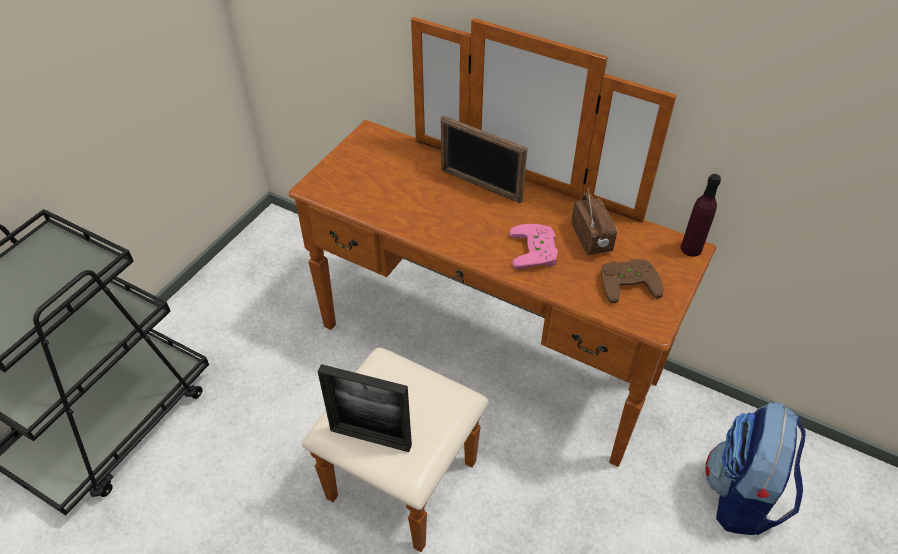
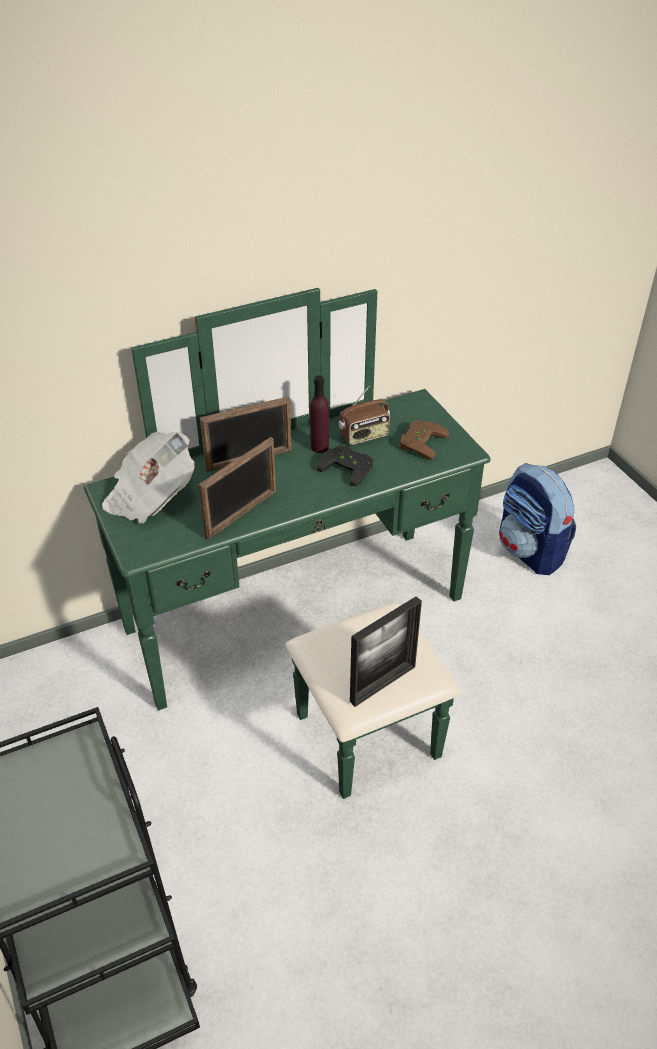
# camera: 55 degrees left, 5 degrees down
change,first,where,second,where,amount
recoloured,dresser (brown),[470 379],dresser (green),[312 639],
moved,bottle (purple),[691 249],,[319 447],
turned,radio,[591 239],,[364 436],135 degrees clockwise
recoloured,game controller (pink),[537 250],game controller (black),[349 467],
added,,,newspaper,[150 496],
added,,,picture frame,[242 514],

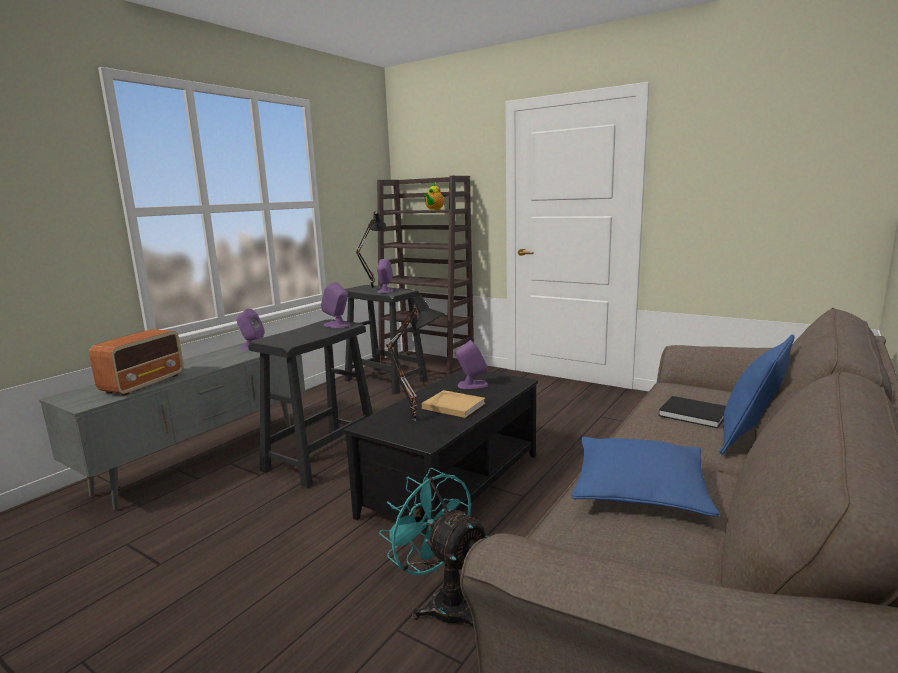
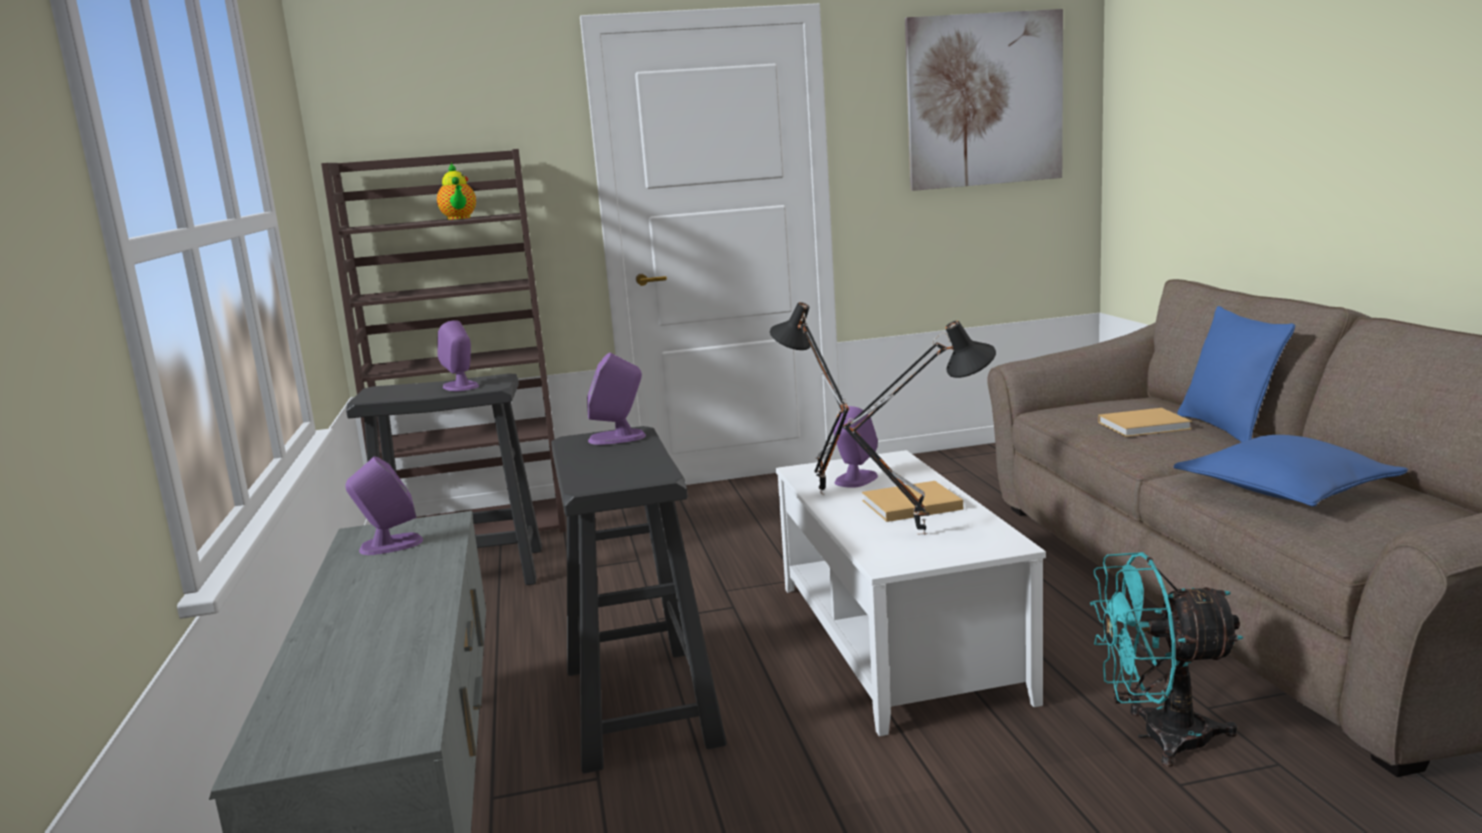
# camera: 45 degrees left, 0 degrees up
change,first,where,second,where,amount
moved,table lamp (black),[371 289],,[818 494],
removed,radio,[144 383],,,
recoloured,coffee table (black),[454 485],coffee table (white),[900 640],
recoloured,book (black),[695 414],book (beige),[1146 425],
added,,,picture,[984 100],

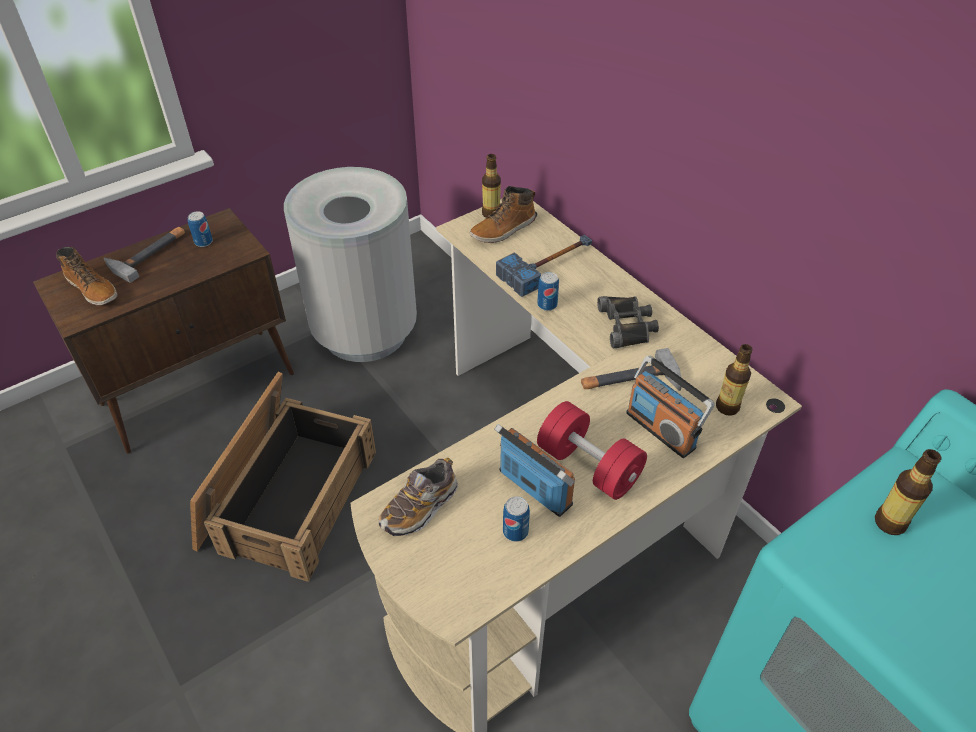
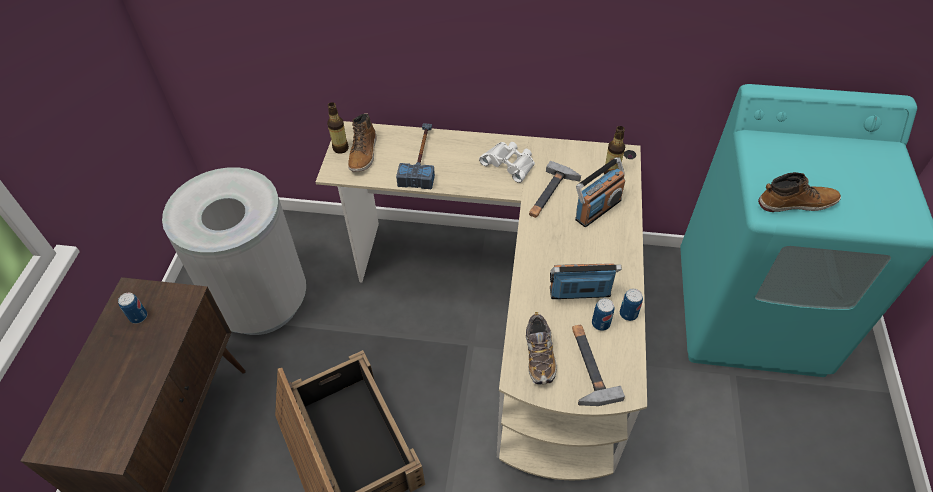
# camera: 45 degrees left, 5 degrees up
change,first,where,second,where,amount
moved,hammer,[149 253],,[587 366],
moved,boot,[93 289],,[796 202],
moved,can,[547 305],,[628 314],
recoloured,binoculars (black),[627 325],binoculars (white),[509 163],
turned,radio,[661 429],,[597 209],45 degrees counterclockwise
removed,dumbbell (red),[588 466],,,
removed,bottle,[889 523],,,

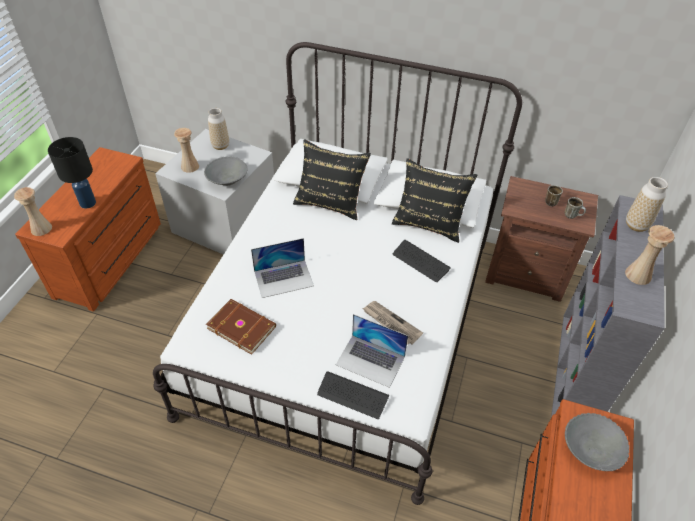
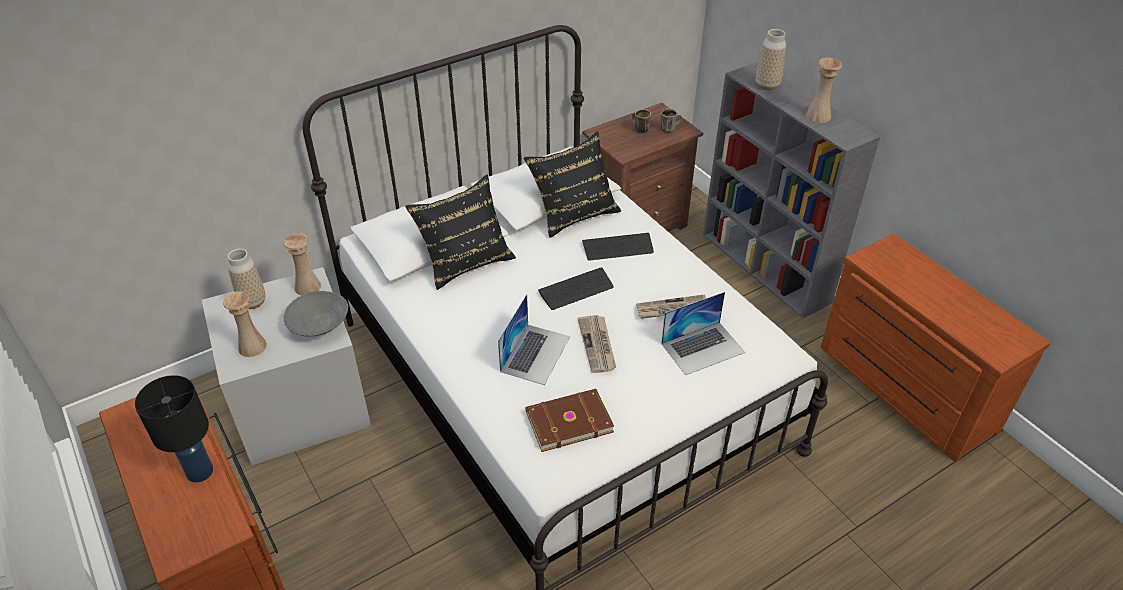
# camera: 50 degrees left, 5 degrees down
change,first,where,second,where,amount
moved,vase (beige),[41 228],,[307 287],
moved,keyboard,[352 396],,[576 290],
removed,bowl (grey),[591 449],,,
added,,,newspaper,[597 345],

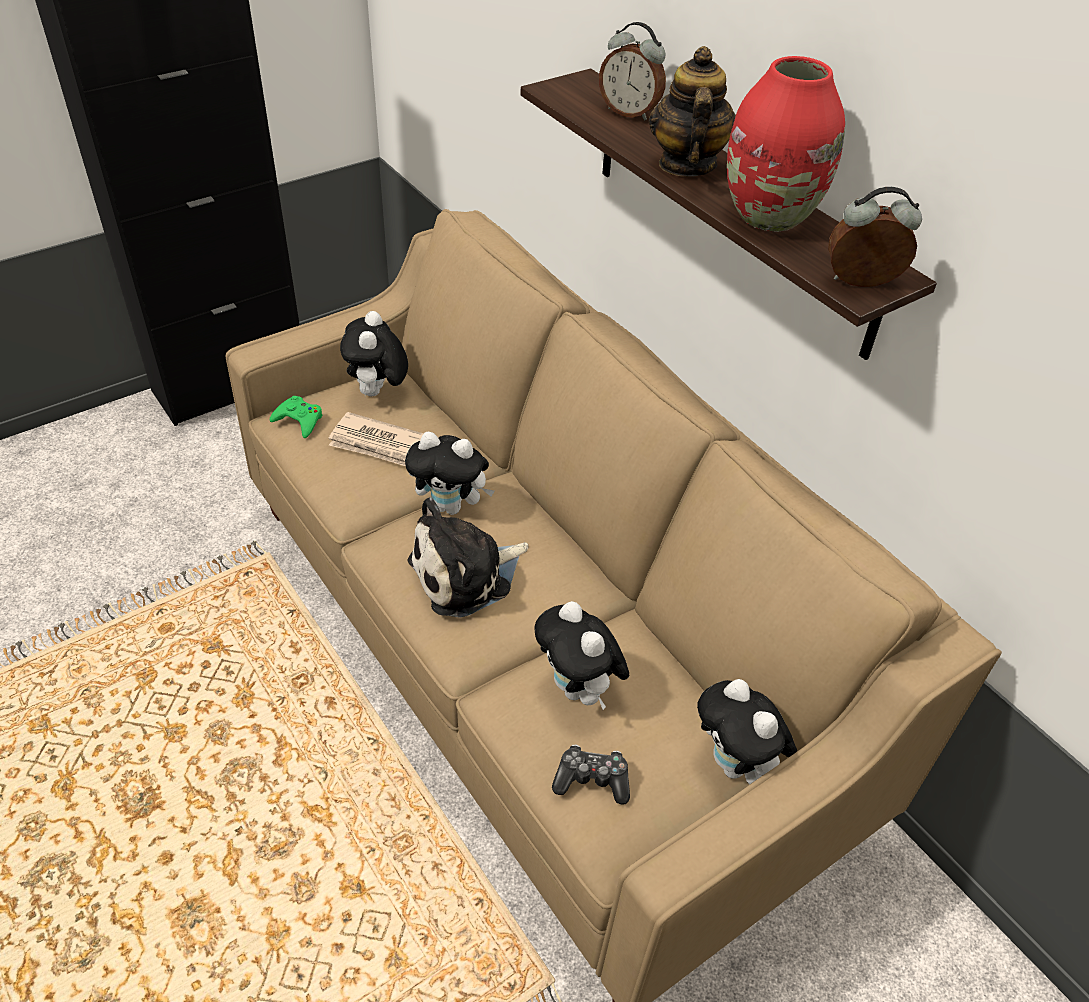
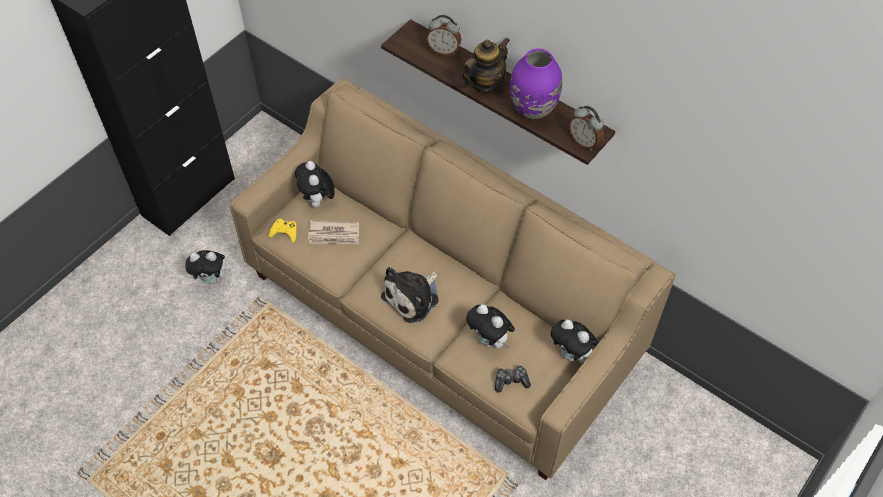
# camera: 15 degrees left, 10 degrees up
change,first,where,second,where,amount
turned,teapot,[686 164],,[484 83],60 degrees clockwise
recoloured,vase (red),[769 217],vase (purple),[533 109],
turned,alarm clock,[861 284],,[584 142],120 degrees counterclockwise
recoloured,game controller (green),[299 420],game controller (yellow),[284 232],
moved,plush toy,[451 506],,[212 278],

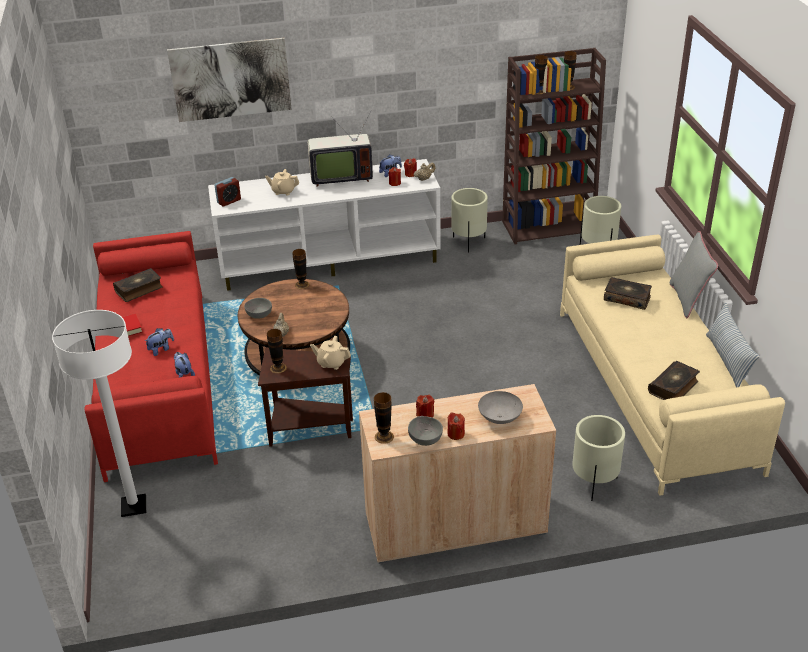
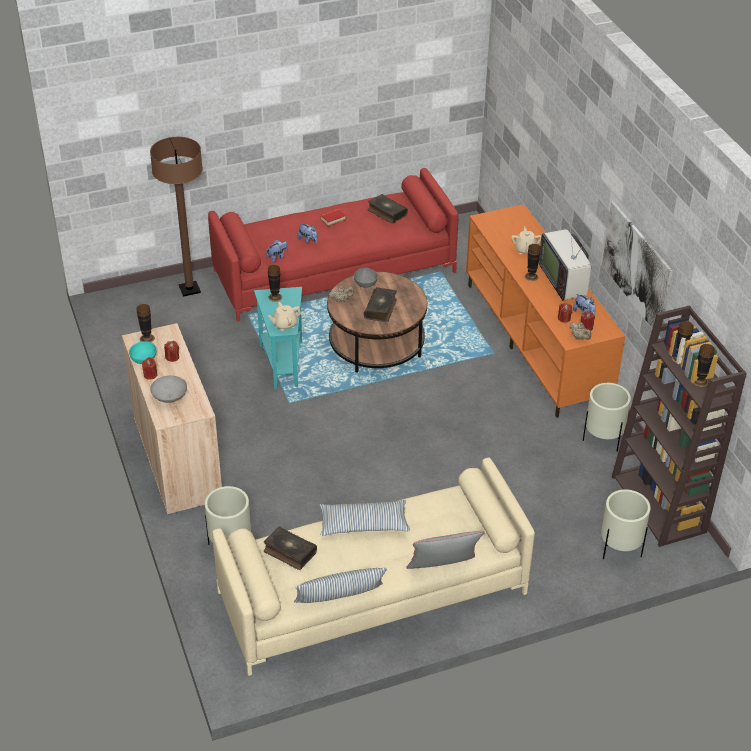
# camera: 80 degrees right, 5 degrees up
change,first,where,second,where,amount
moved,picture,[230 79],,[636 267],
recoloured,tv stand (white),[329 261],tv stand (orange),[536 342],
removed,alarm clock,[229 201],,,
moved,vase,[302 284],,[531 276],
moved,book,[627 298],,[381 309],
recoloured,floor lamp (white),[134 506],floor lamp (brown),[189 289],
turned,teapot (beige),[331 363],,[285 324],120 degrees counterclockwise
recoloured,side table (brown),[307 429],side table (turquoise),[283 362],
recoloured,bowl (grey),[425 439],bowl (turquoise),[144 359],
added,,,pillow,[364 524],

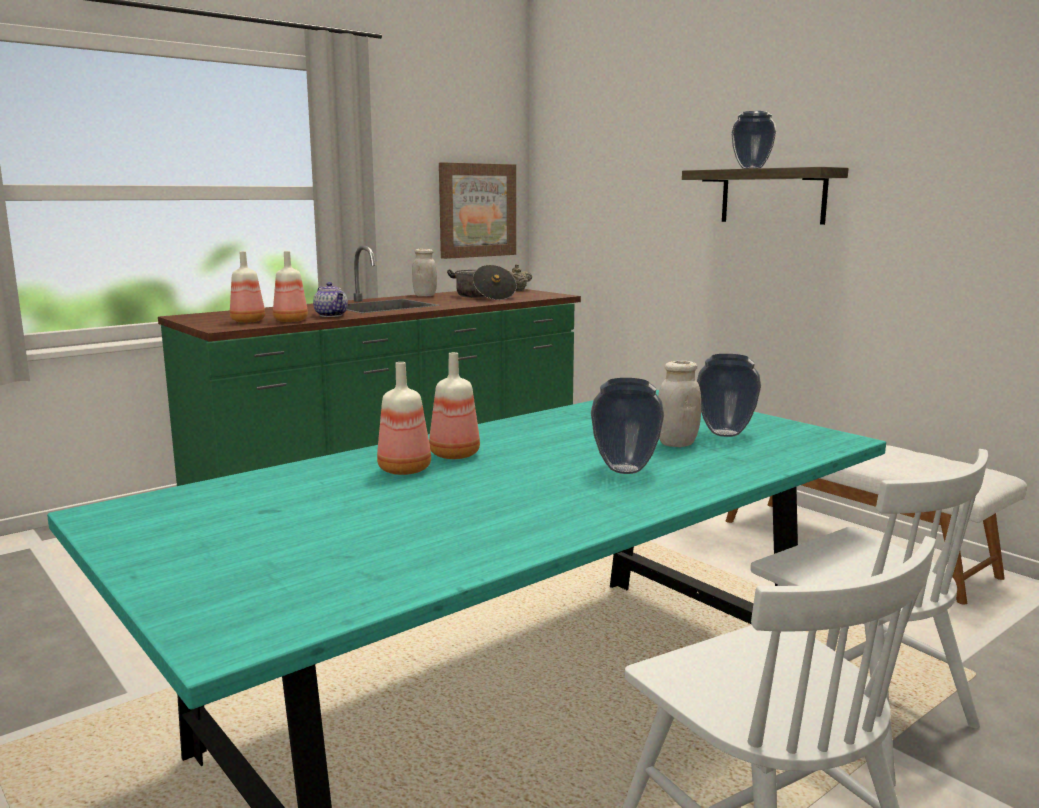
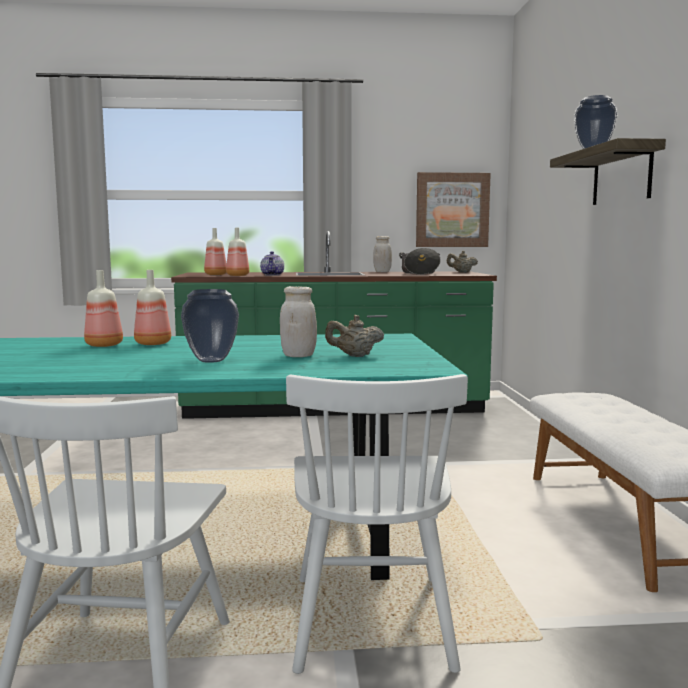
# camera: 35 degrees right, 5 degrees down
change,first,where,second,where,amount
replaced,vase,[725 434],teapot (beige),[354 356],

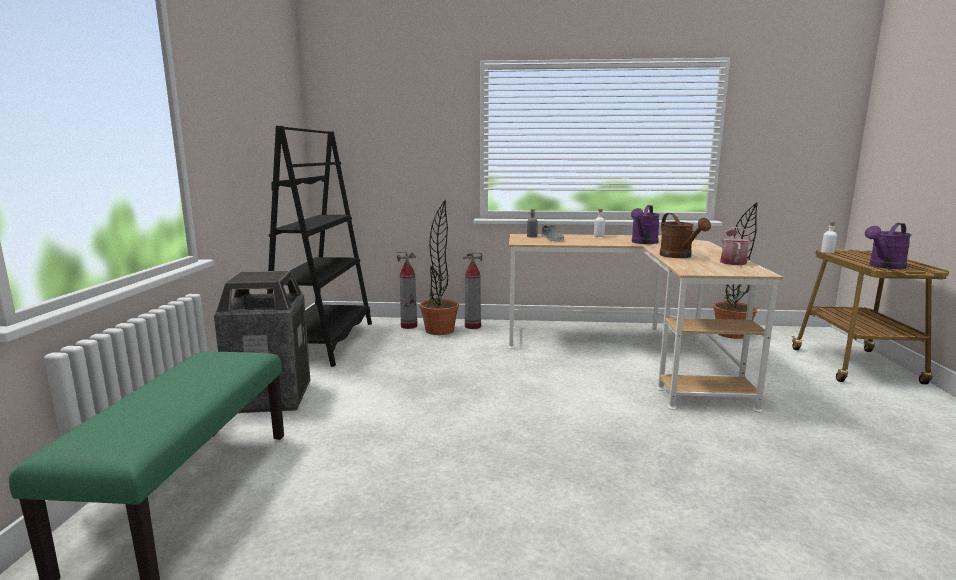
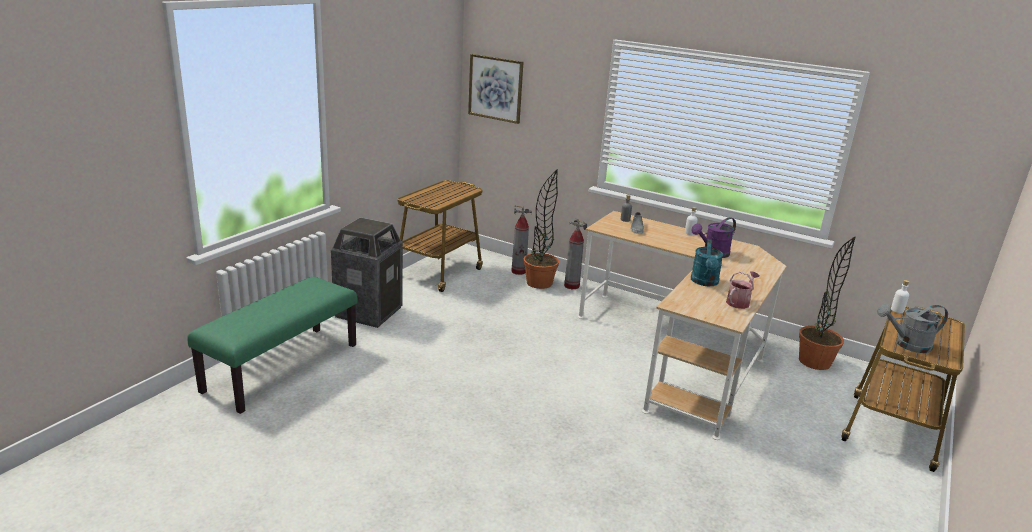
# camera: 25 degrees right, 10 degrees up
change,first,where,second,where,amount
replaced,bookcase (black),[323 343],cart,[439 271],
recoloured,watering can (brown),[679 256],watering can (turquoise),[705 282],
recoloured,watering can (purple),[884 266],watering can (grey),[907 345],
added,,,picture,[495 88],

